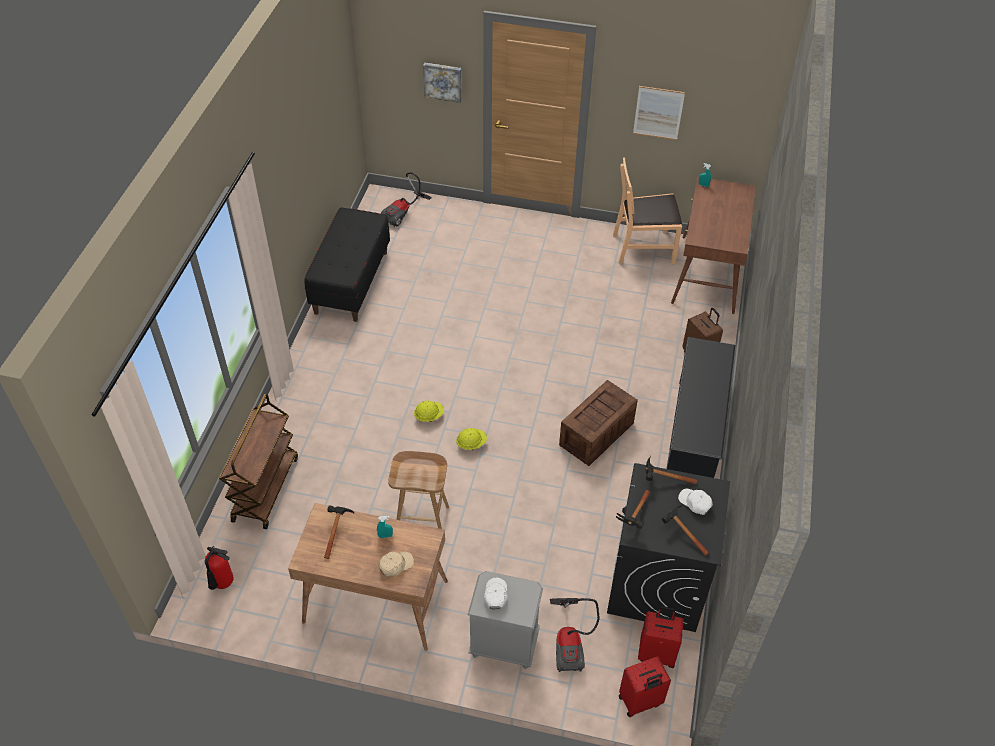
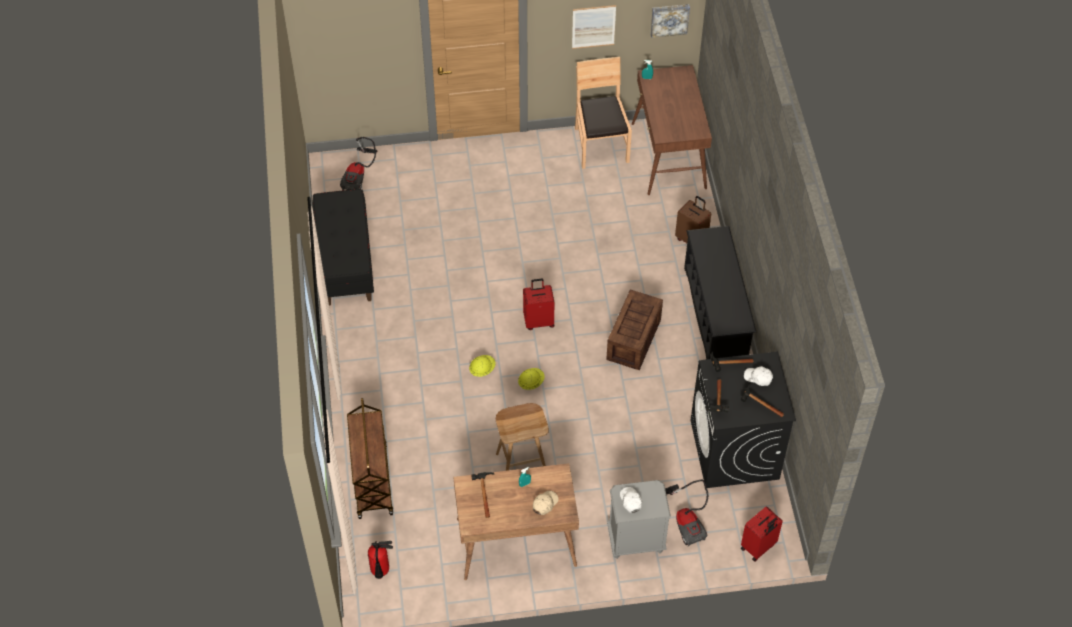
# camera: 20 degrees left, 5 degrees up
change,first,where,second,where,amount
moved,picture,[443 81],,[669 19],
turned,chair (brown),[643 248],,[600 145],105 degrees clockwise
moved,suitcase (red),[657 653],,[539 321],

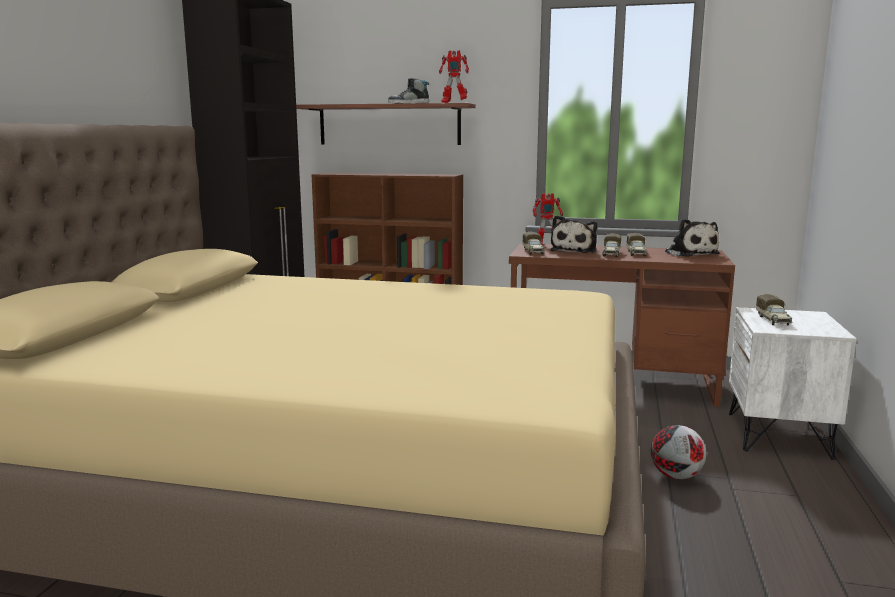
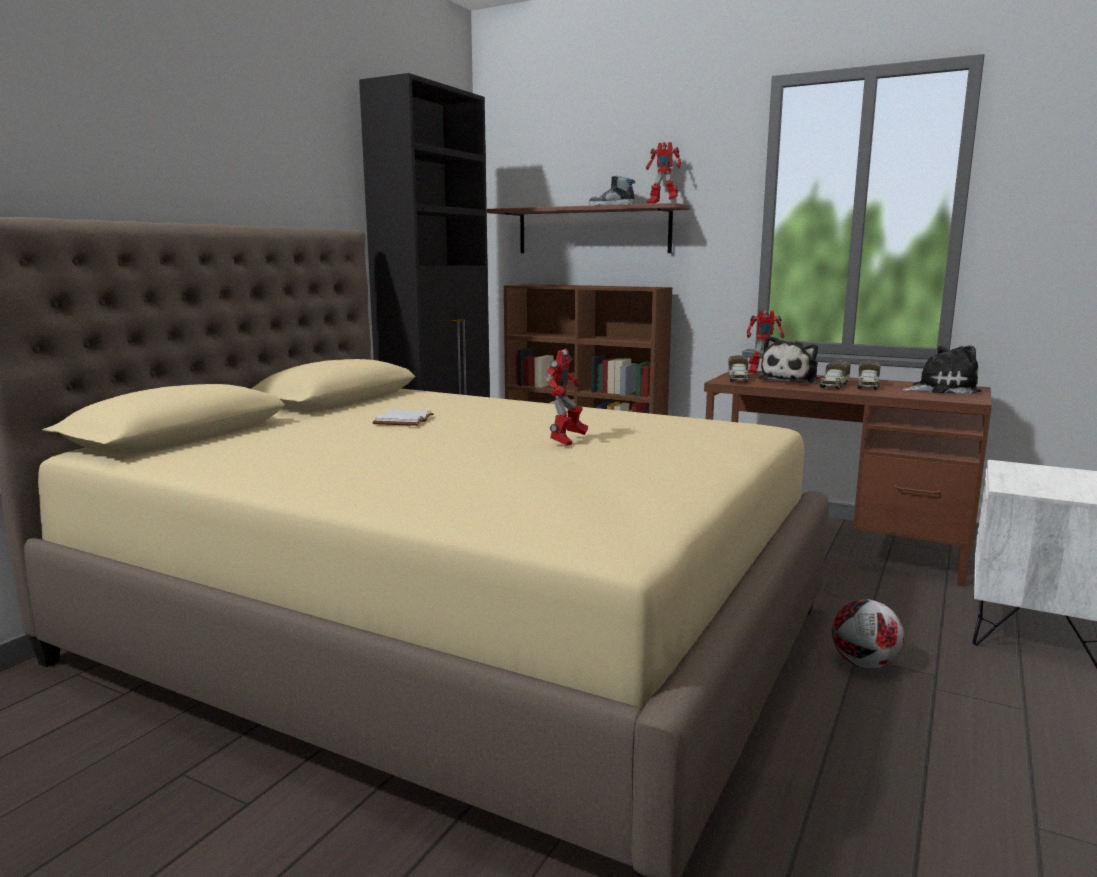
# camera: 15 degrees right, 0 degrees up
change,first,where,second,where,amount
turned,plush toy,[690 253],,[941 389],90 degrees counterclockwise
removed,toy truck,[773 320],,,
added,,,toy robot,[567 441],
added,,,book (white),[402 420],

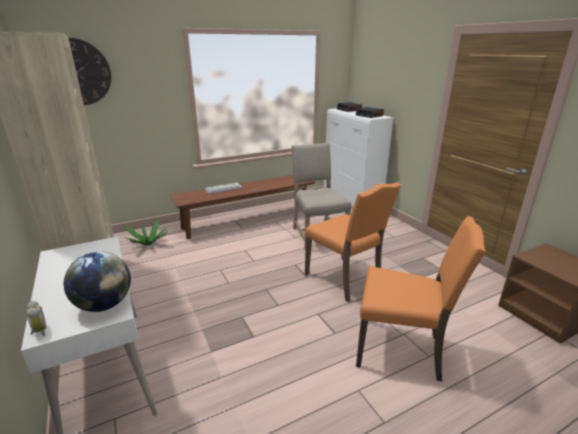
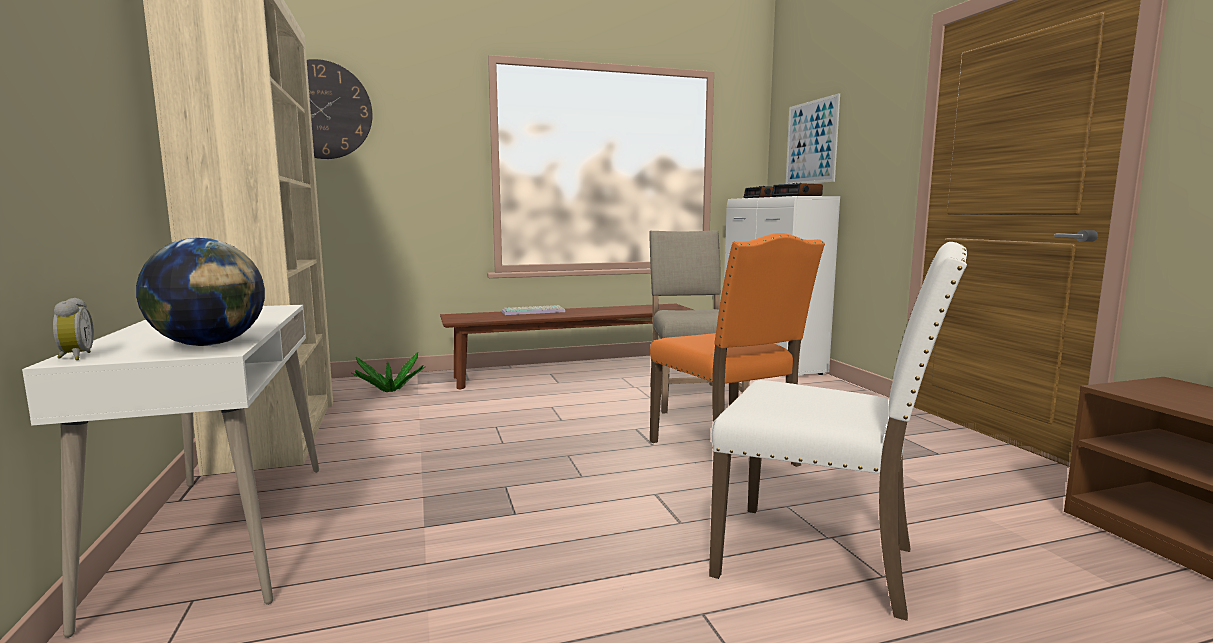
# camera: 10 degrees right, 15 degrees down
change,first,where,second,where,amount
recoloured,chair (orange),[401 349],chair (white),[820 560],
added,,,picture,[811 142],

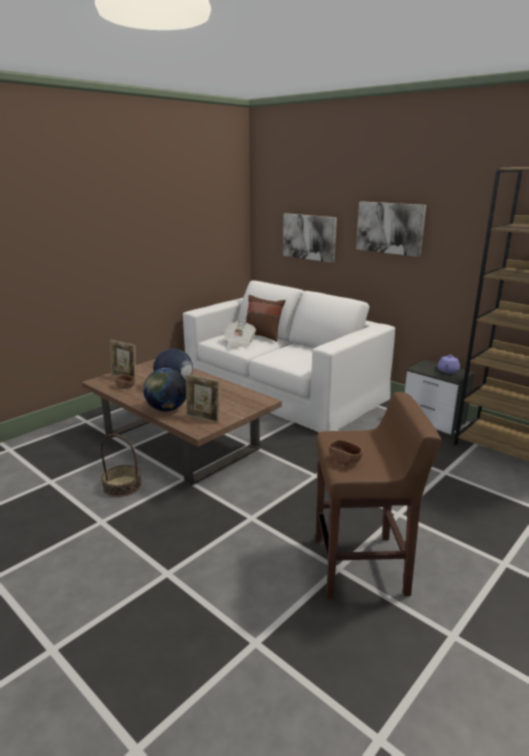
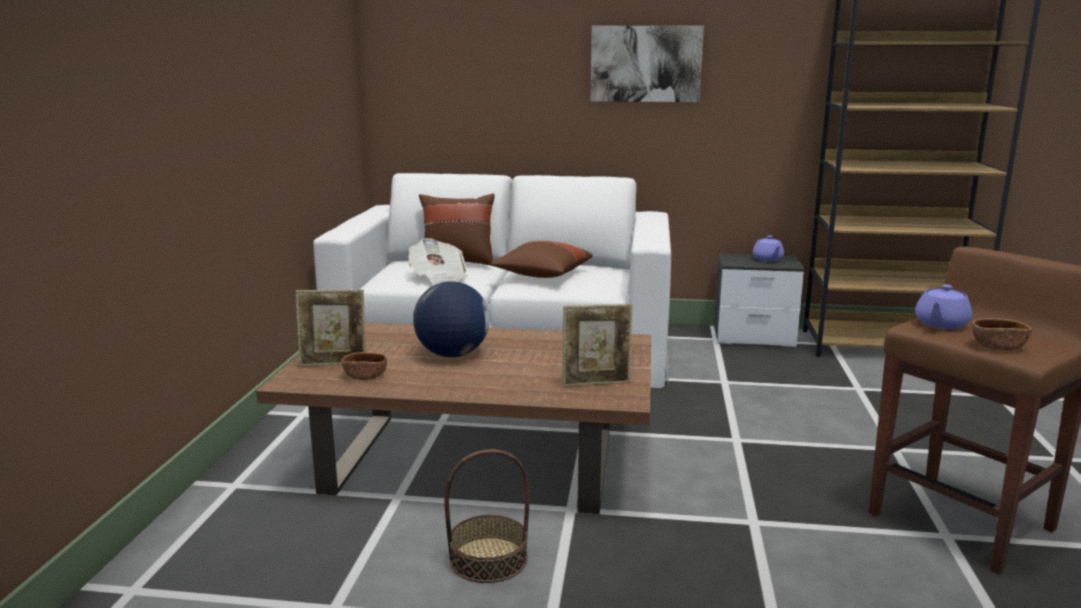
# camera: 35 degrees left, 5 degrees down
change,first,where,second,where,amount
removed,picture,[309 237],,,
removed,globe,[166 409],,,
added,,,pillow (brown),[542 275],
added,,,teapot (purple),[940 324],

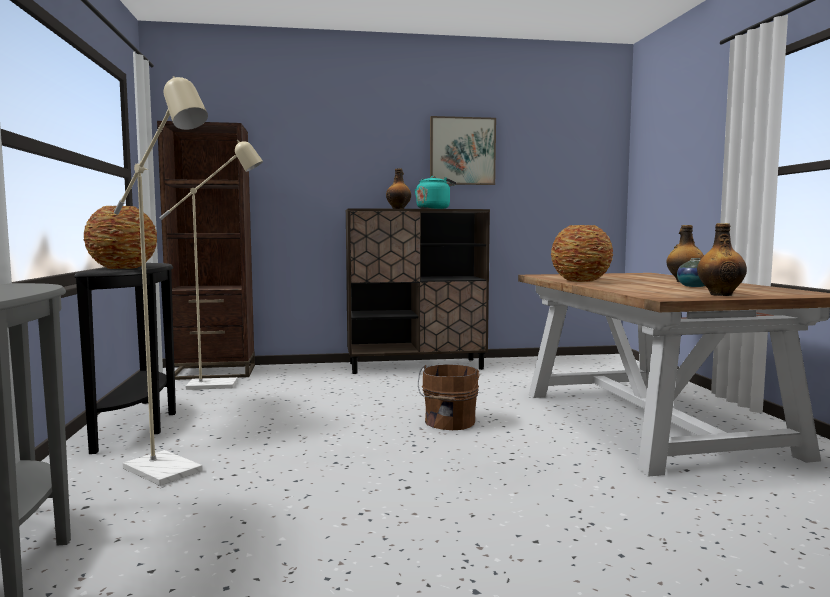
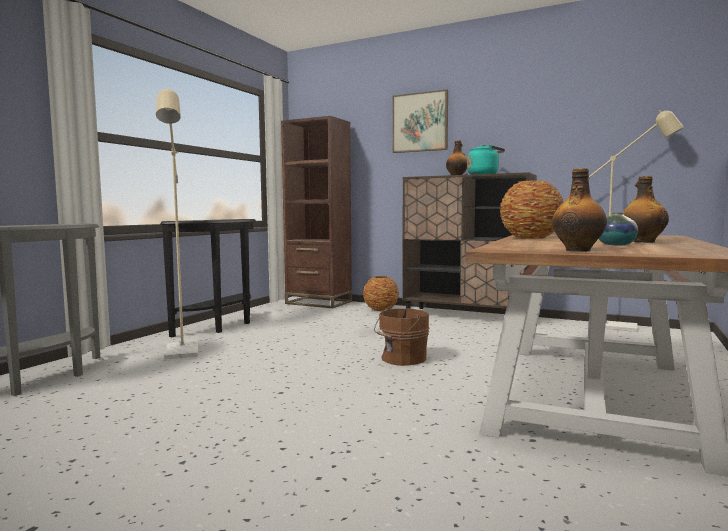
# camera: 35 degrees right, 0 degrees up
change,first,where,second,where,amount
moved,picture,[462 151],,[420 122],
moved,floor lamp (beige),[222 385],,[624 328],
moved,vase,[123 268],,[381 309],

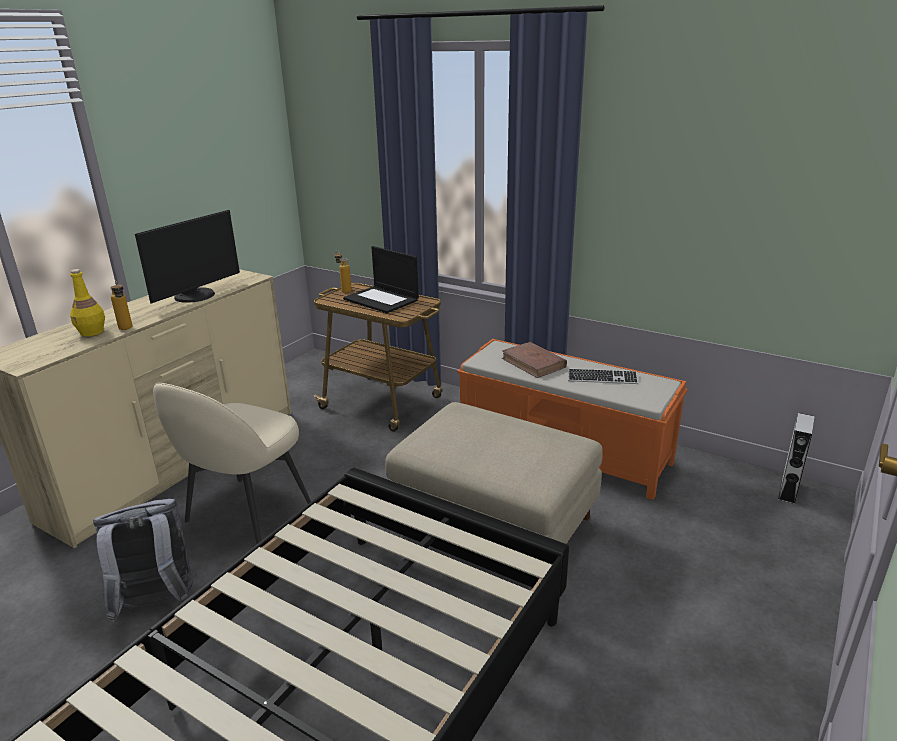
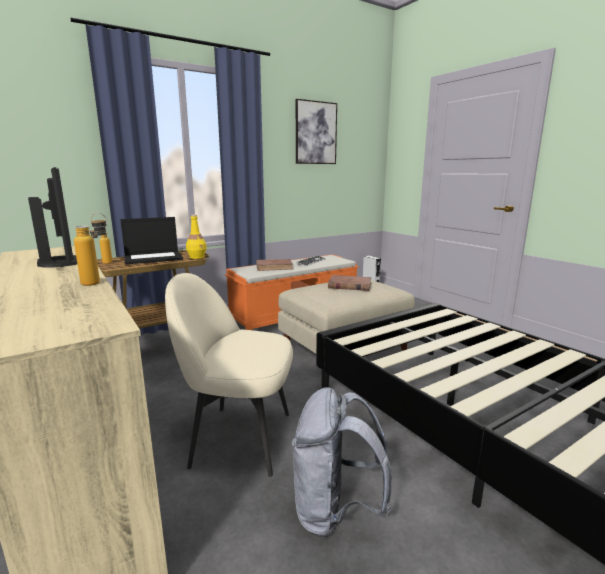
# camera: 65 degrees left, 10 degrees down
change,first,where,second,where,amount
moved,bottle (yellow),[92 332],,[197 257],
turned,chair (beige),[246 514],,[239 438],135 degrees clockwise
added,,,picture,[315 133],
added,,,book (brown),[349 285],

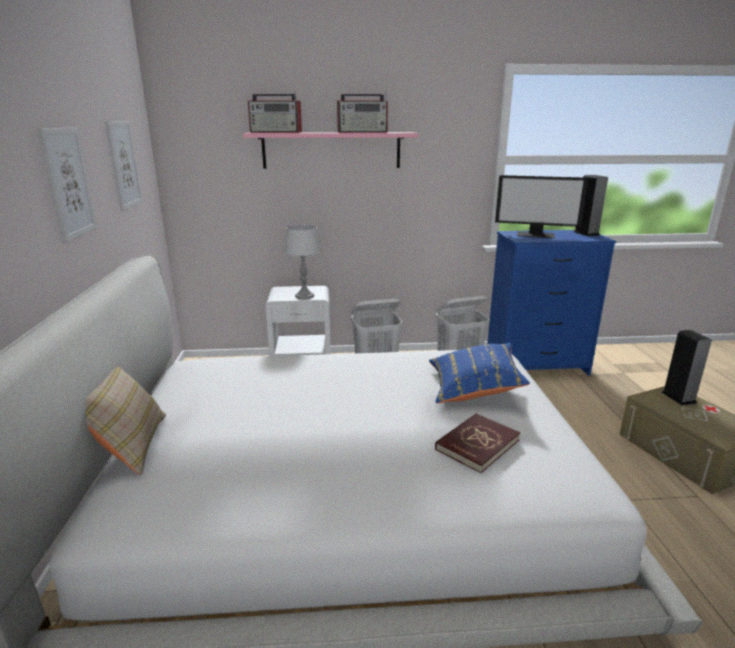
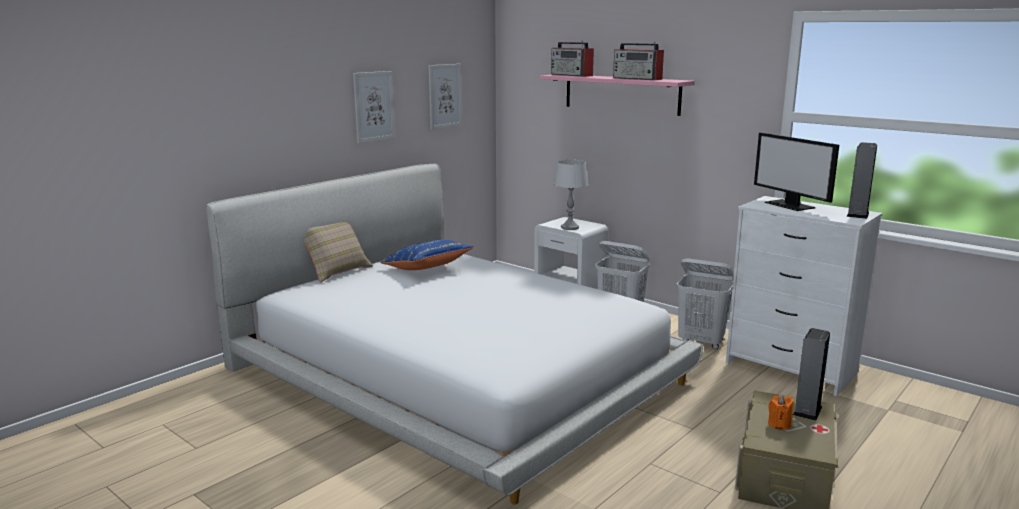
# camera: 45 degrees right, 5 degrees down
change,first,where,second,where,amount
recoloured,dresser (blue),[536 366],dresser (white),[790 369],
moved,pillow (blue),[474 388],,[427 269],
removed,book (red),[477 444],,,
added,,,candle (orange),[779 424],

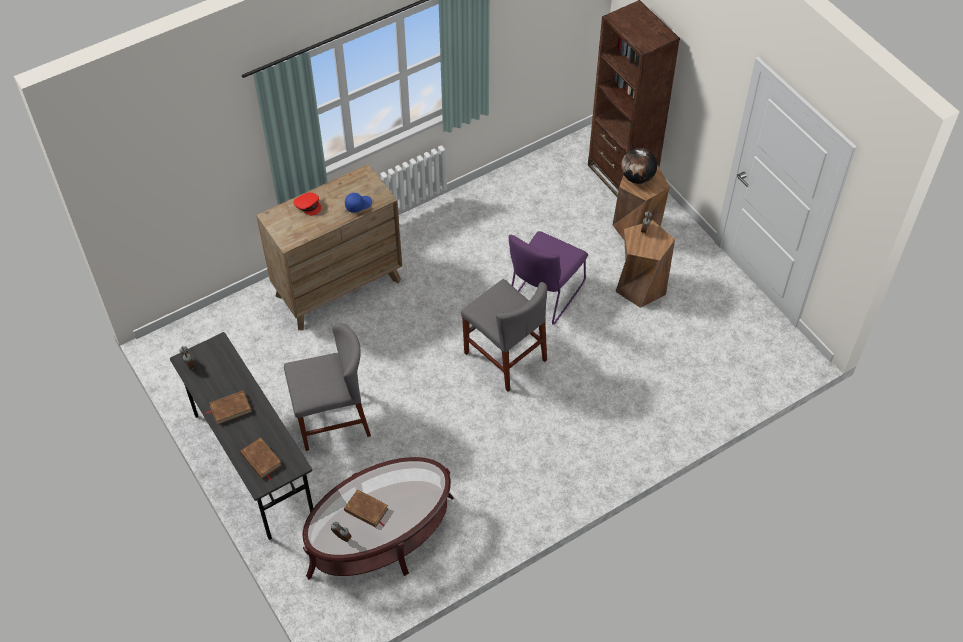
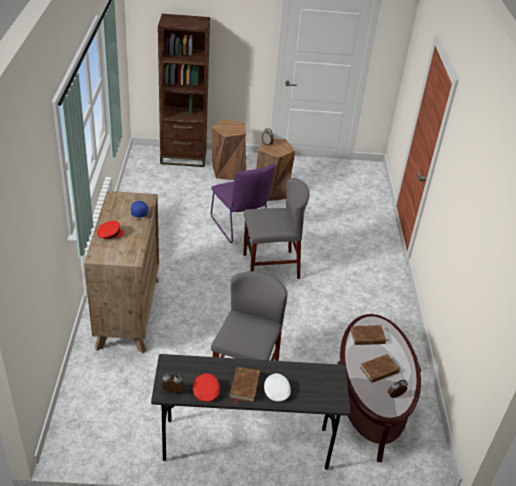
# camera: 60 degrees left, 15 degrees down
change,first,where,second,where,amount
removed,globe,[637 178],,,
moved,book (brown),[261 460],,[367 337],
added,,,cap (red),[205 391],
added,,,cap (white),[276 391],

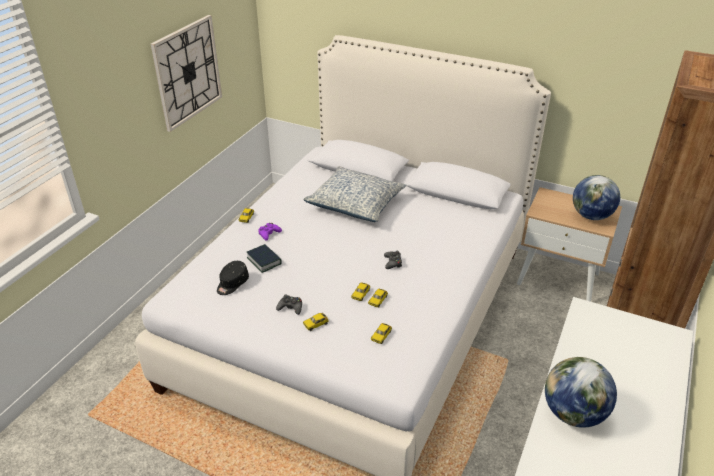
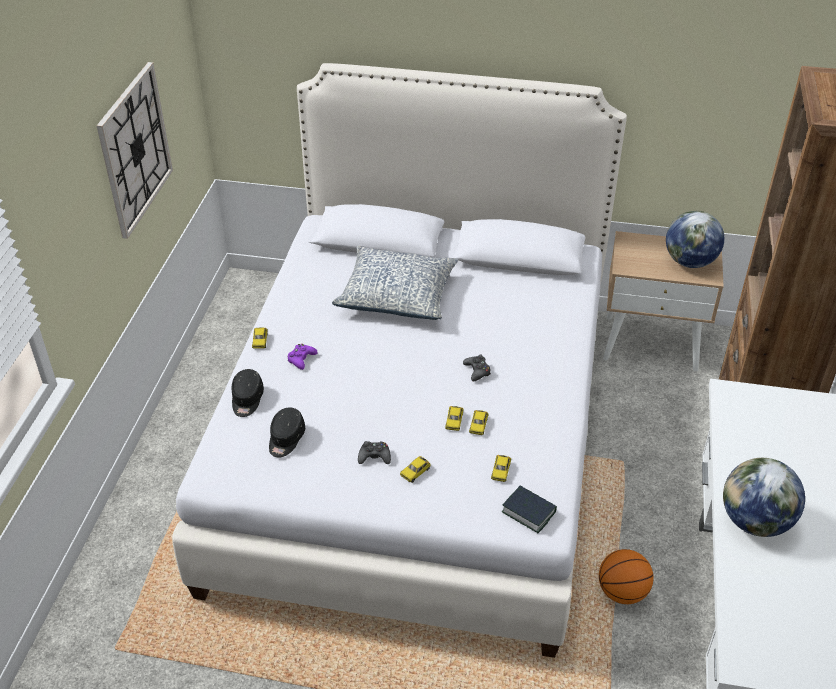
# camera: 15 degrees left, 5 degrees up
change,first,where,second,where,amount
moved,book,[264 261],,[528 512],
added,,,cap (black),[247 400],
added,,,basketball,[622 592],

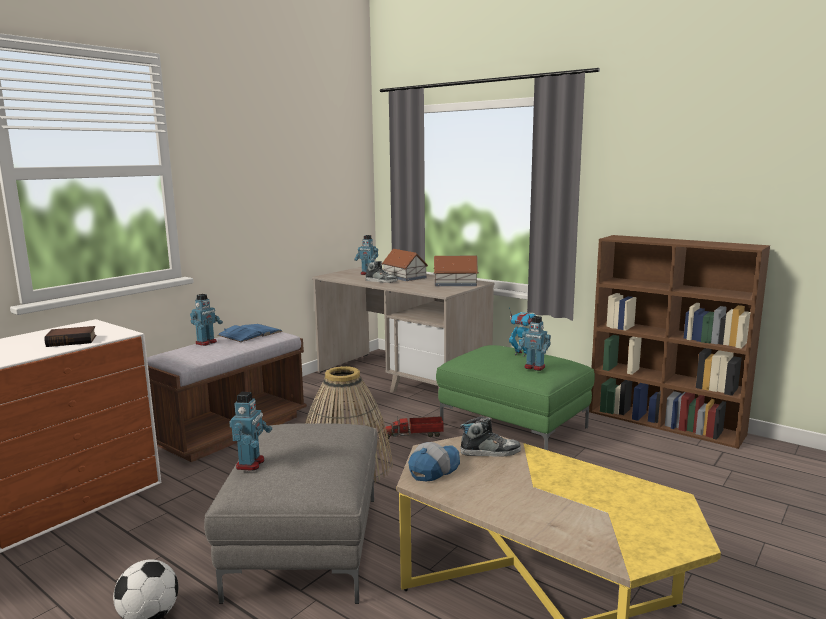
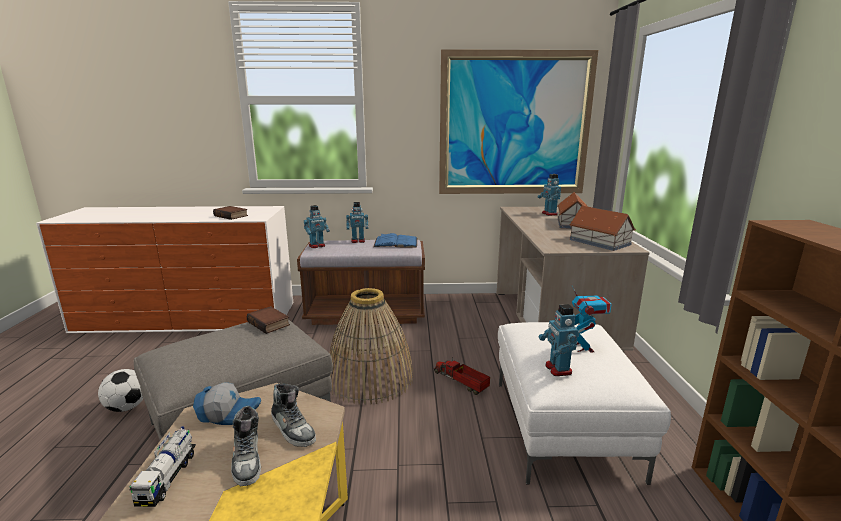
# camera: 50 degrees right, 5 degrees up
change,first,where,second,where,amount
moved,shoe,[381 281],,[248 459],
recoloured,ottoman (green),[515 426],ottoman (white),[565 428],
moved,toy robot,[251 464],,[317 246],
added,,,picture,[515 125],
added,,,book,[270 323],
added,,,toy truck,[168 477],

